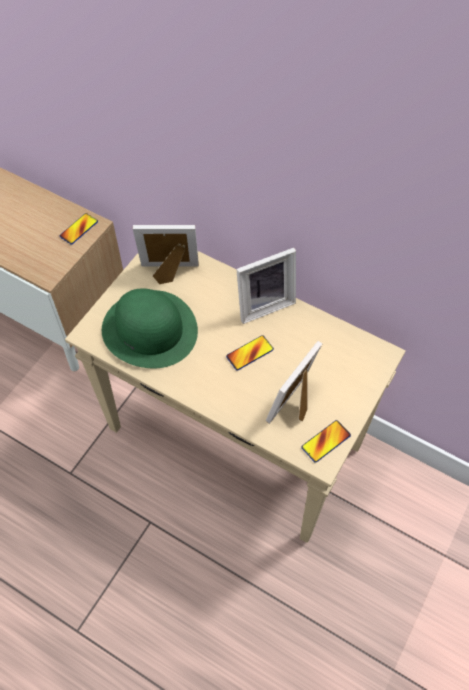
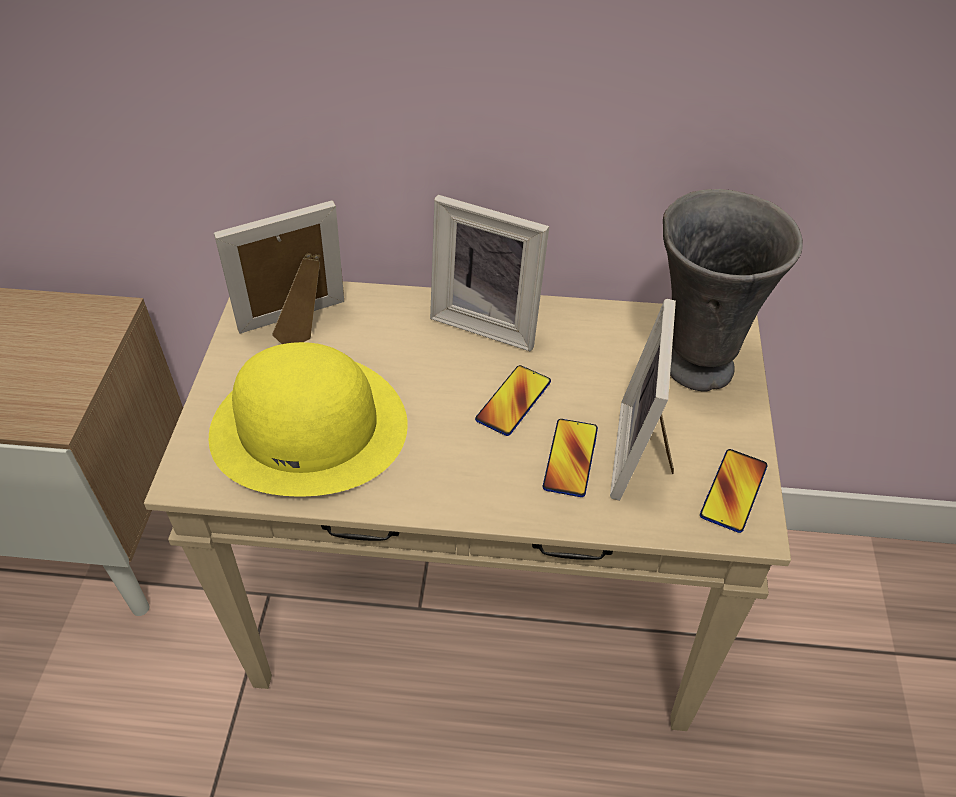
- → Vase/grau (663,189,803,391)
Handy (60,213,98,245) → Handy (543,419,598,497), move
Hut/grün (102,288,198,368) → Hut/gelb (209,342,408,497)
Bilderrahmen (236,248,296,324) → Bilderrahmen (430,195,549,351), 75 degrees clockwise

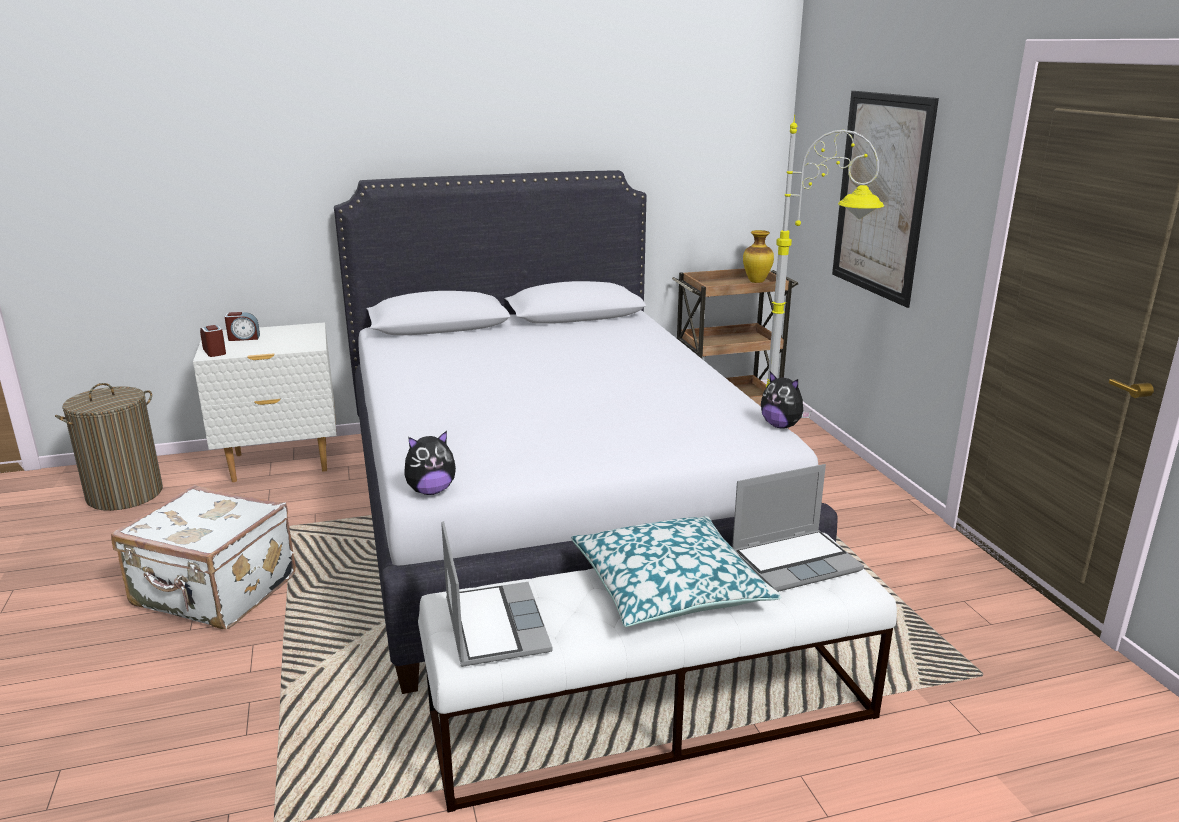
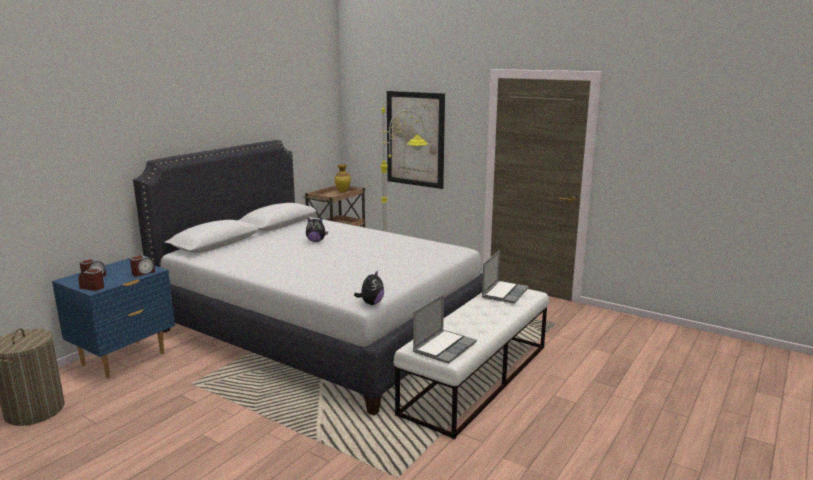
Koffer/weiß (111,485,296,629) → -
Kissen (571,516,781,627) → -
- → Wecker (130,255,155,277)
Plüschtier (761,372,811,429) → Plüschtier (306,217,328,242), move
Nachttisch/weiß (193,322,337,482) → Nachttisch/blau (52,258,175,378)
Laptop (441,521,553,667) → Laptop (413,294,477,364), 90 degrees clockwise

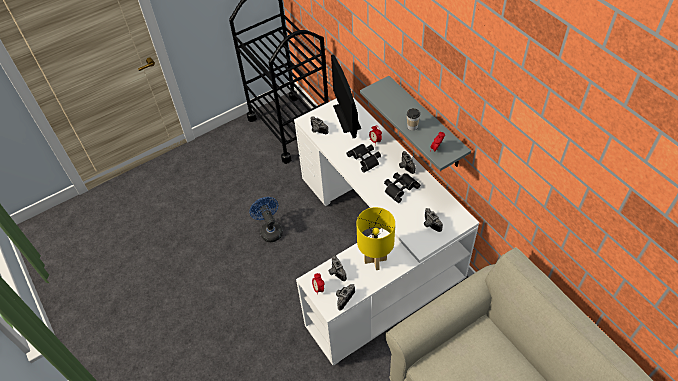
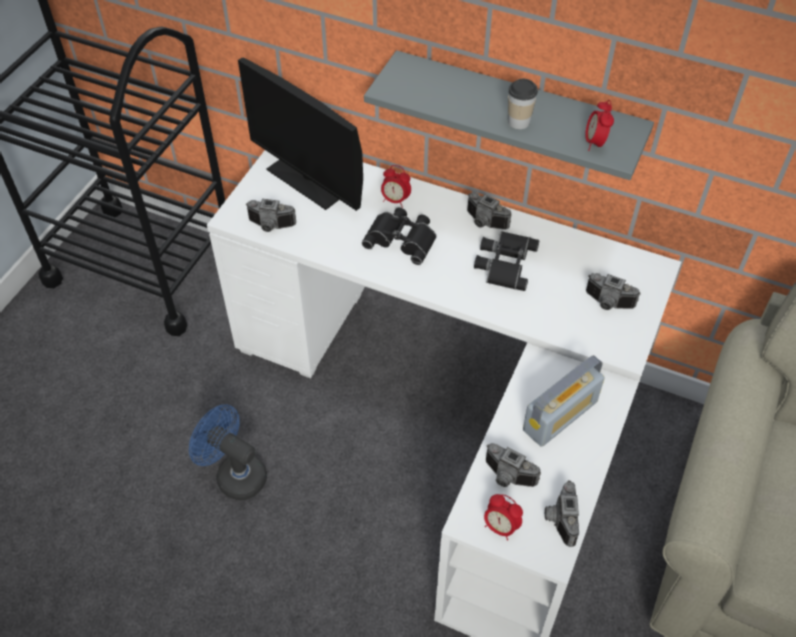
Tischlampe/gelb (356,207,395,270) → Radio (523,355,605,447)

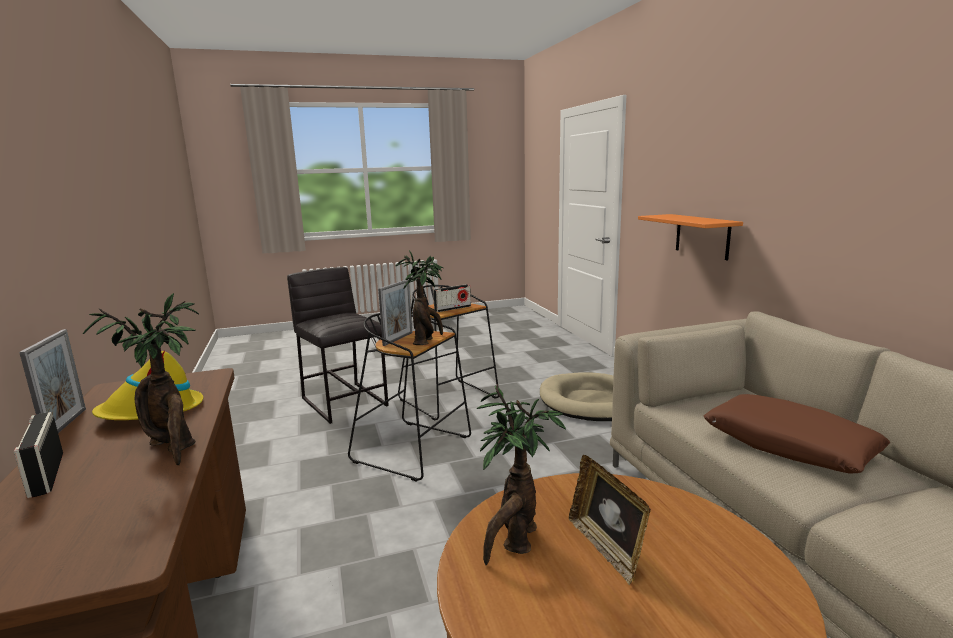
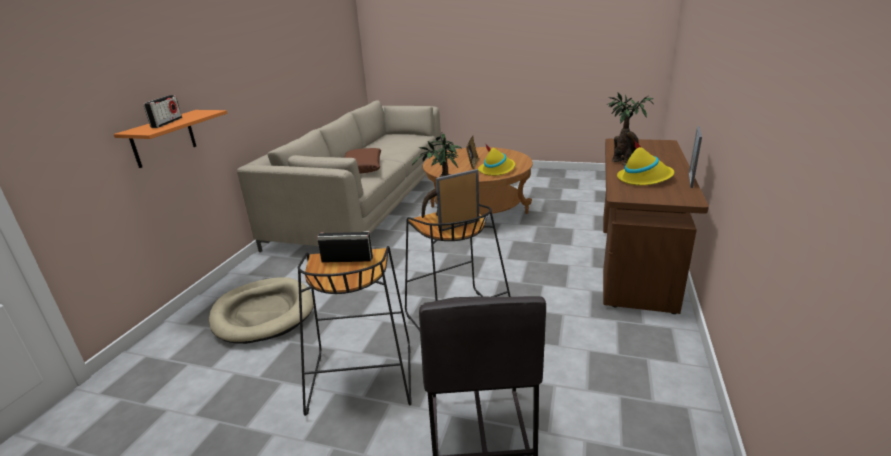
Radio (14,412,63,498) → Radio (143,95,182,128), move
Topfpflanze (477,384,566,565) → Hut/gelb (478,143,515,176)

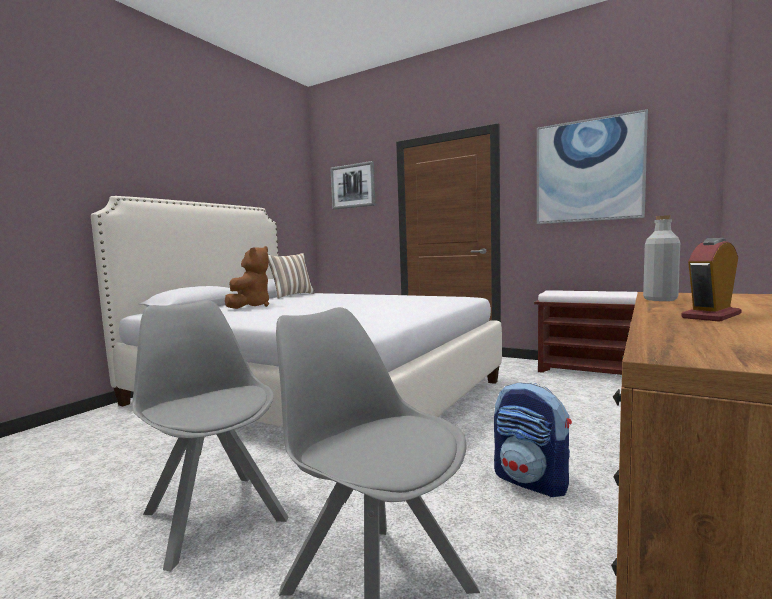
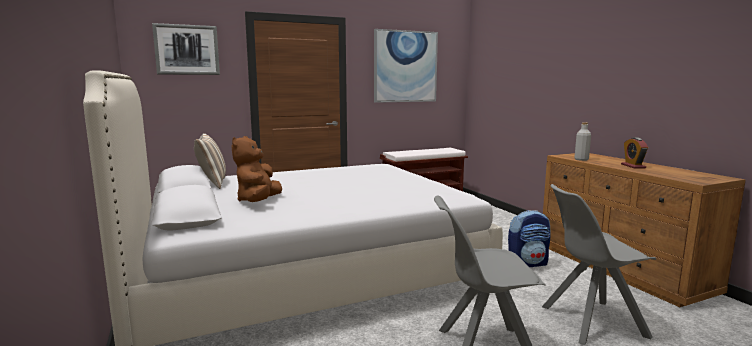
Plüschtier/braun (225,246,269,309) → Plüschtier/braun (232,136,282,202), 135 degrees counterclockwise

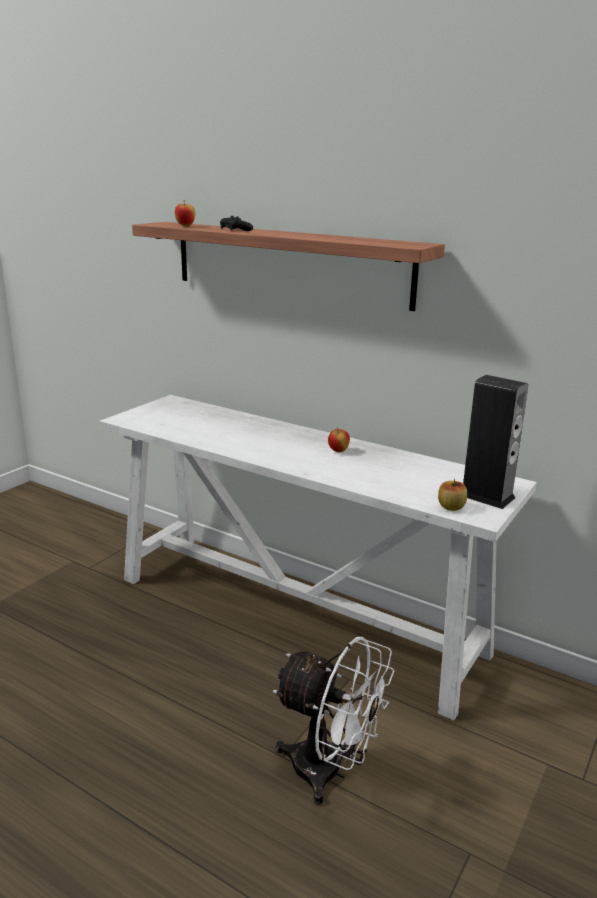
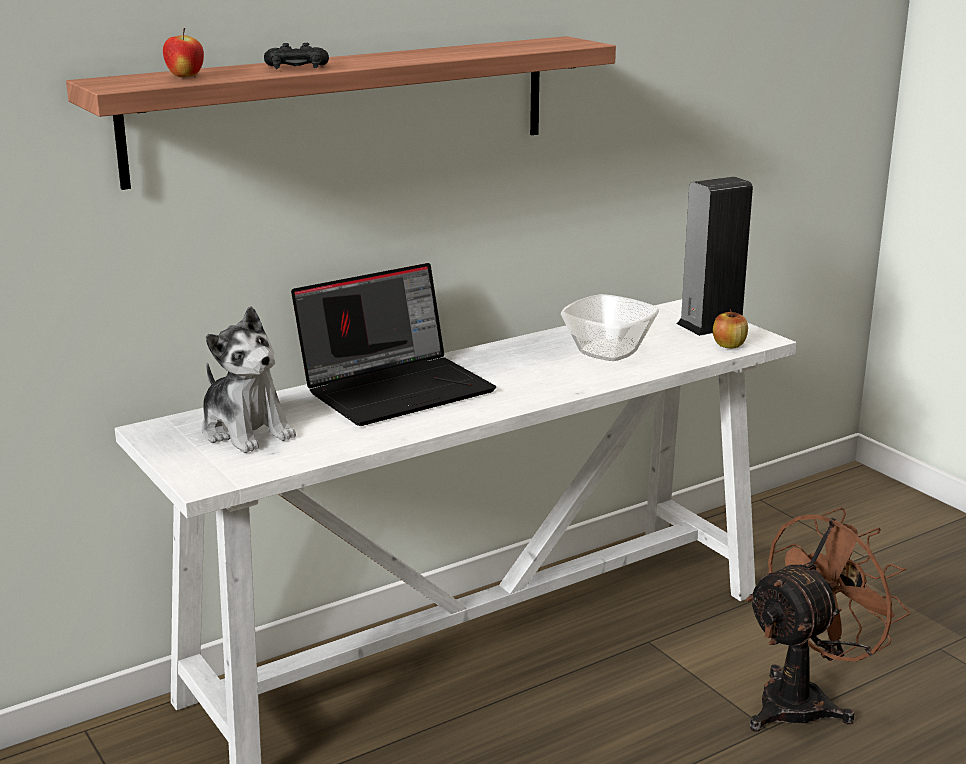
Apfel (328,427,350,452) → -
- → Plüschtier (202,306,296,453)
- → Laptop (291,263,496,426)
- → Schüssel (561,294,659,361)
Ventilator/weiß (273,637,394,805) → Ventilator/braun (746,507,910,732)

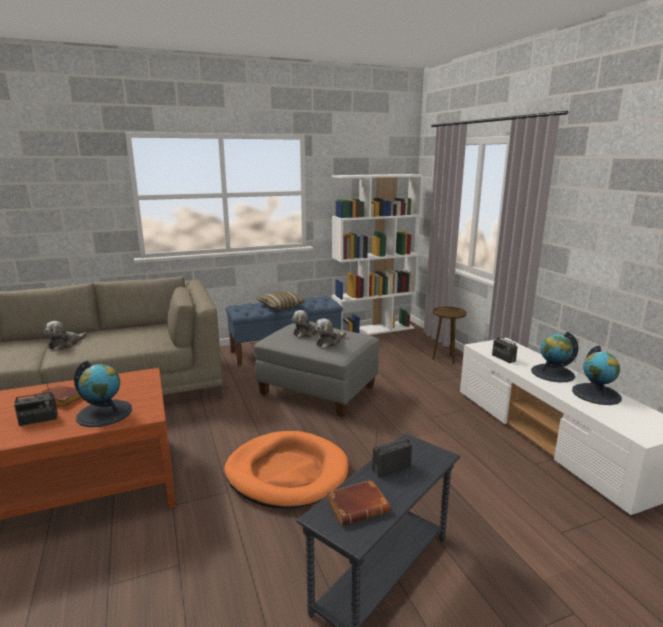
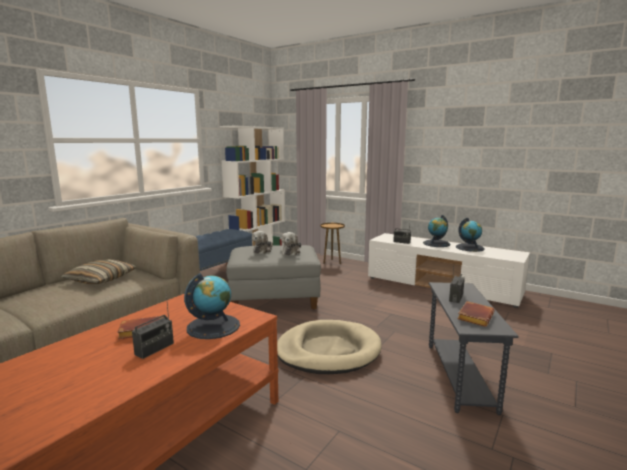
Plüschtier (44,321,87,351) → -
Kissen (257,291,306,309) → Kissen (61,259,137,284), move
Hundebett/orange (224,431,348,509) → Hundebett/beige (277,320,382,374)

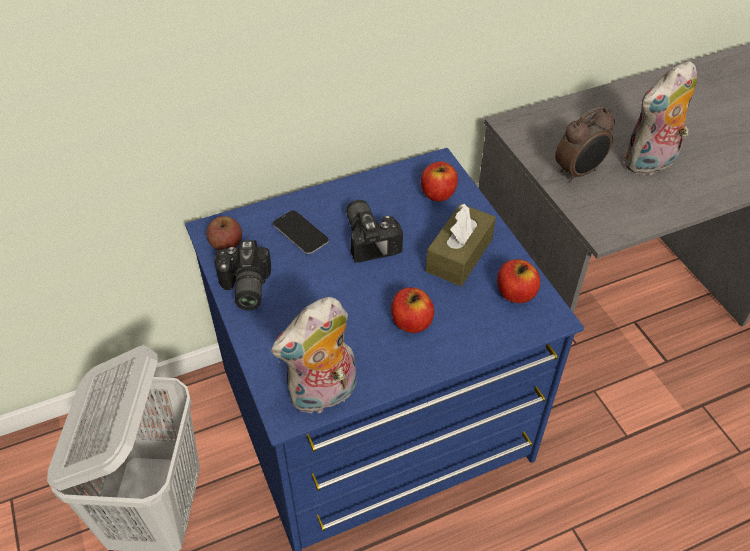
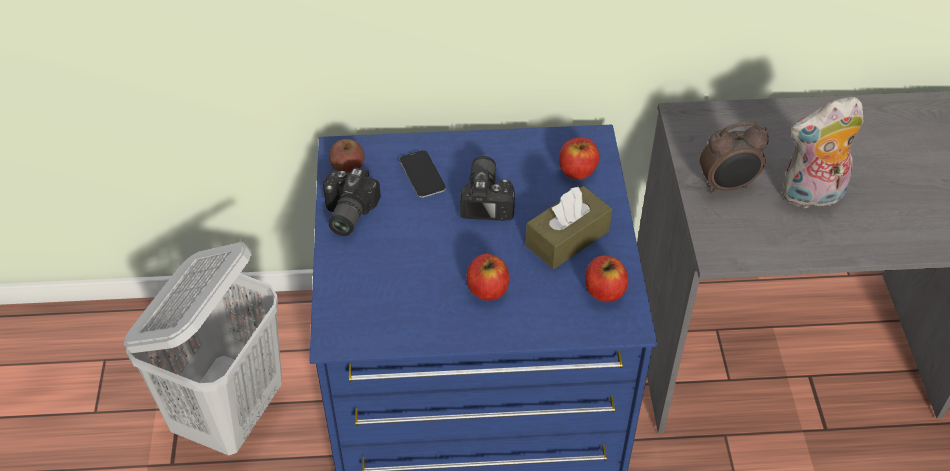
Plüschtier (271,297,356,413) → -

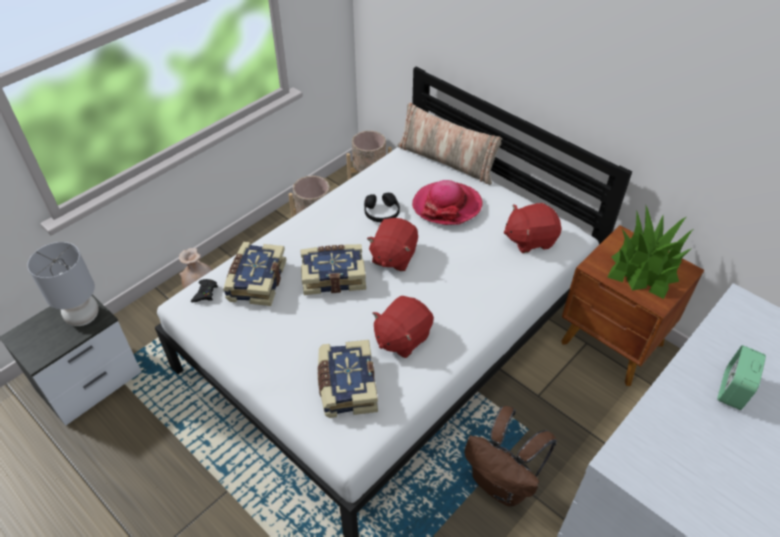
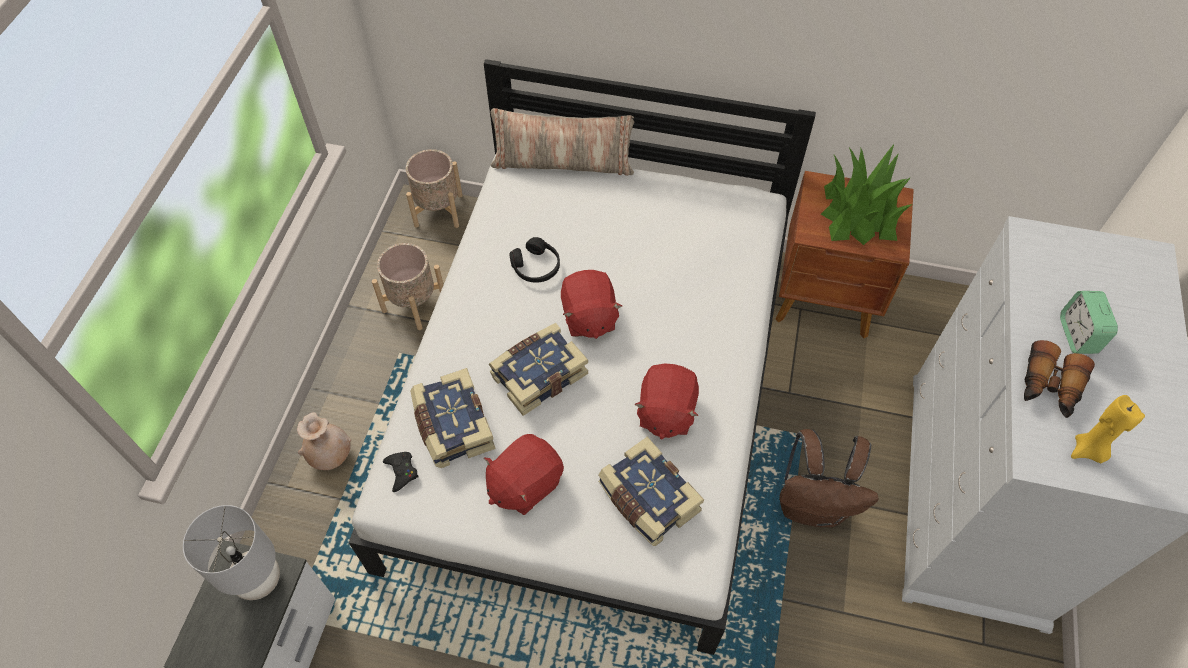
Hut (412,180,483,225) → -
- → Fernglas (1024,340,1095,418)
- → Kerze/gelb (1071,395,1145,463)
Plüschtier/rot (504,203,561,253) → Plüschtier/rot (484,434,564,515), move

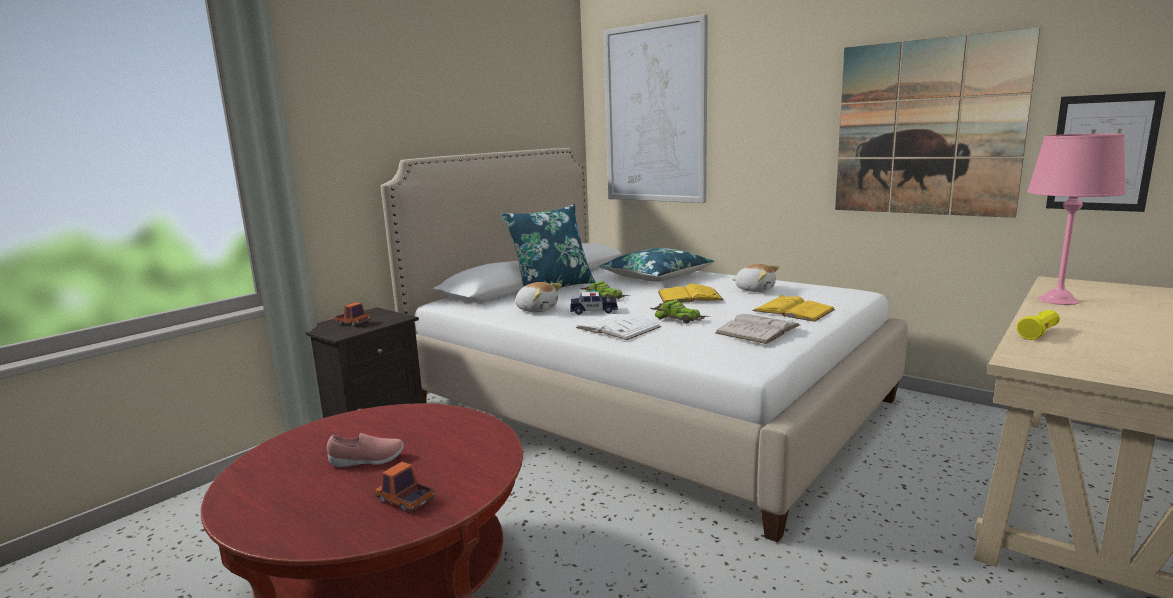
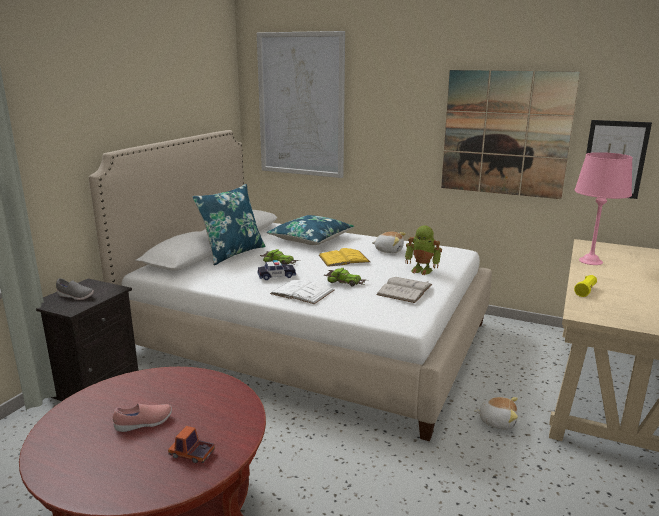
Plüschtier (515,282,562,312) → Plüschtier (474,397,518,430), move
Spielzeuglaster (334,302,370,326) → Schuh/grau (56,278,94,300)
Buch/gelb (752,295,835,322) → Spielzeugroboter (405,225,442,275)

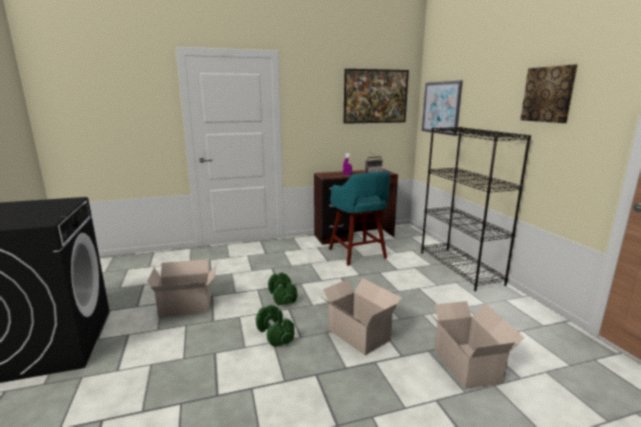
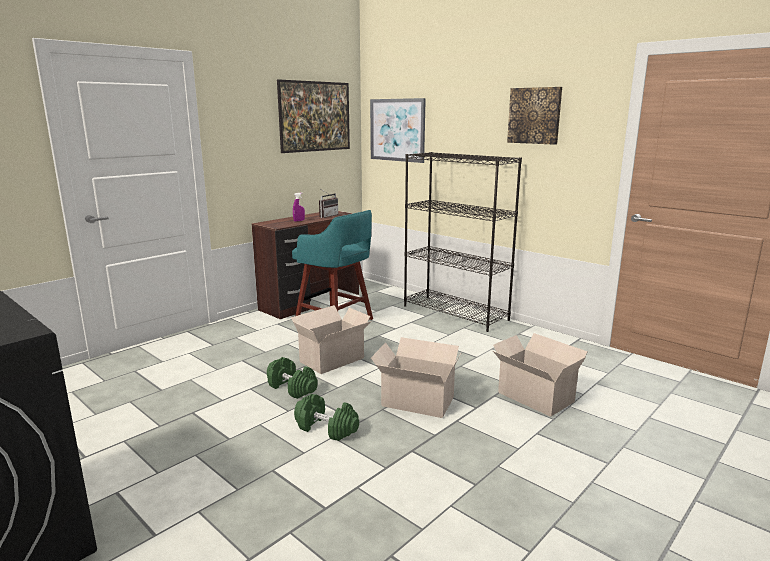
Karton (147,259,216,318) → Karton (291,305,371,374), move

